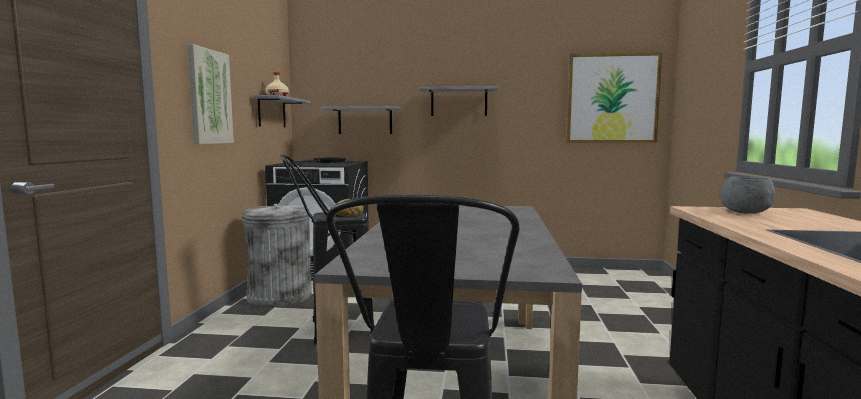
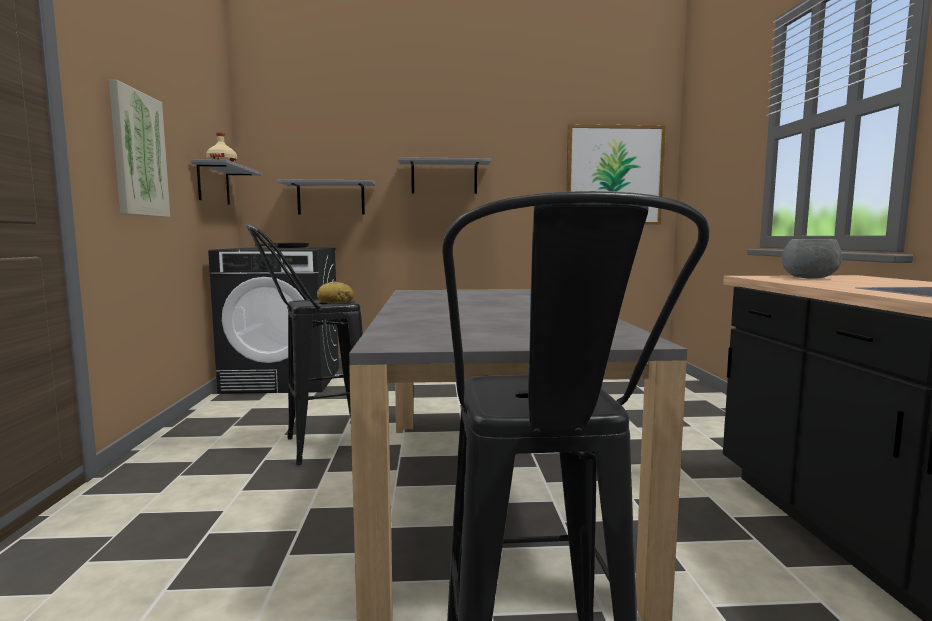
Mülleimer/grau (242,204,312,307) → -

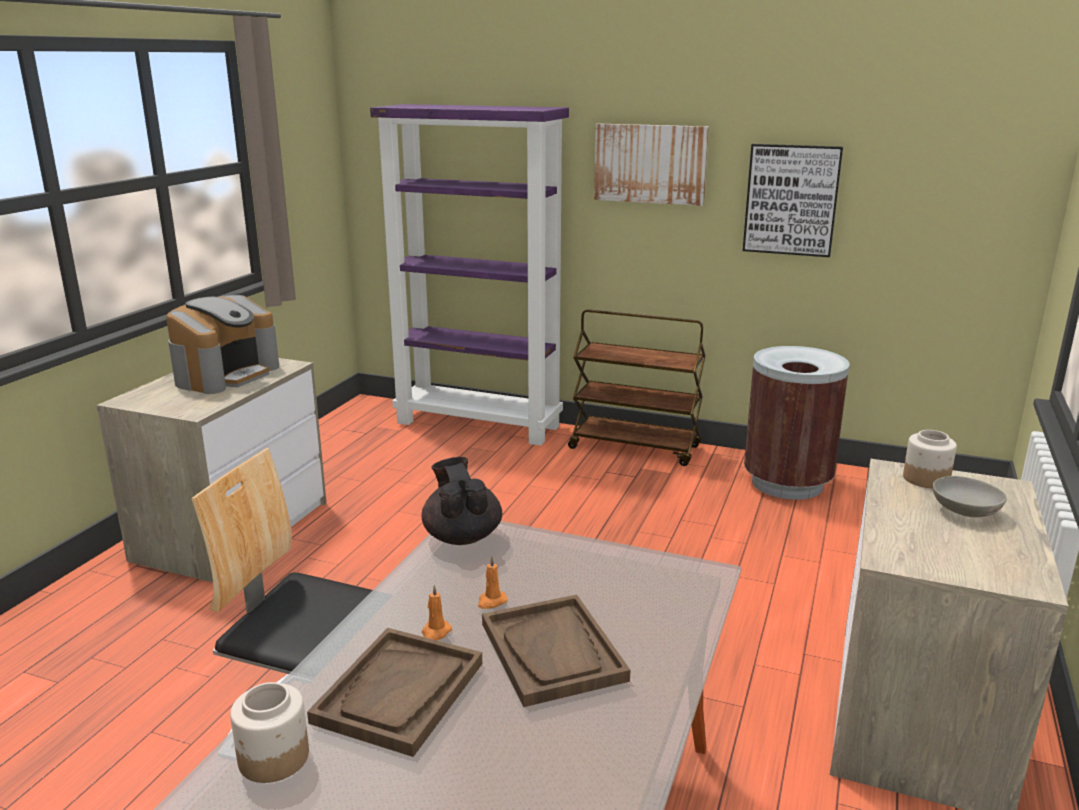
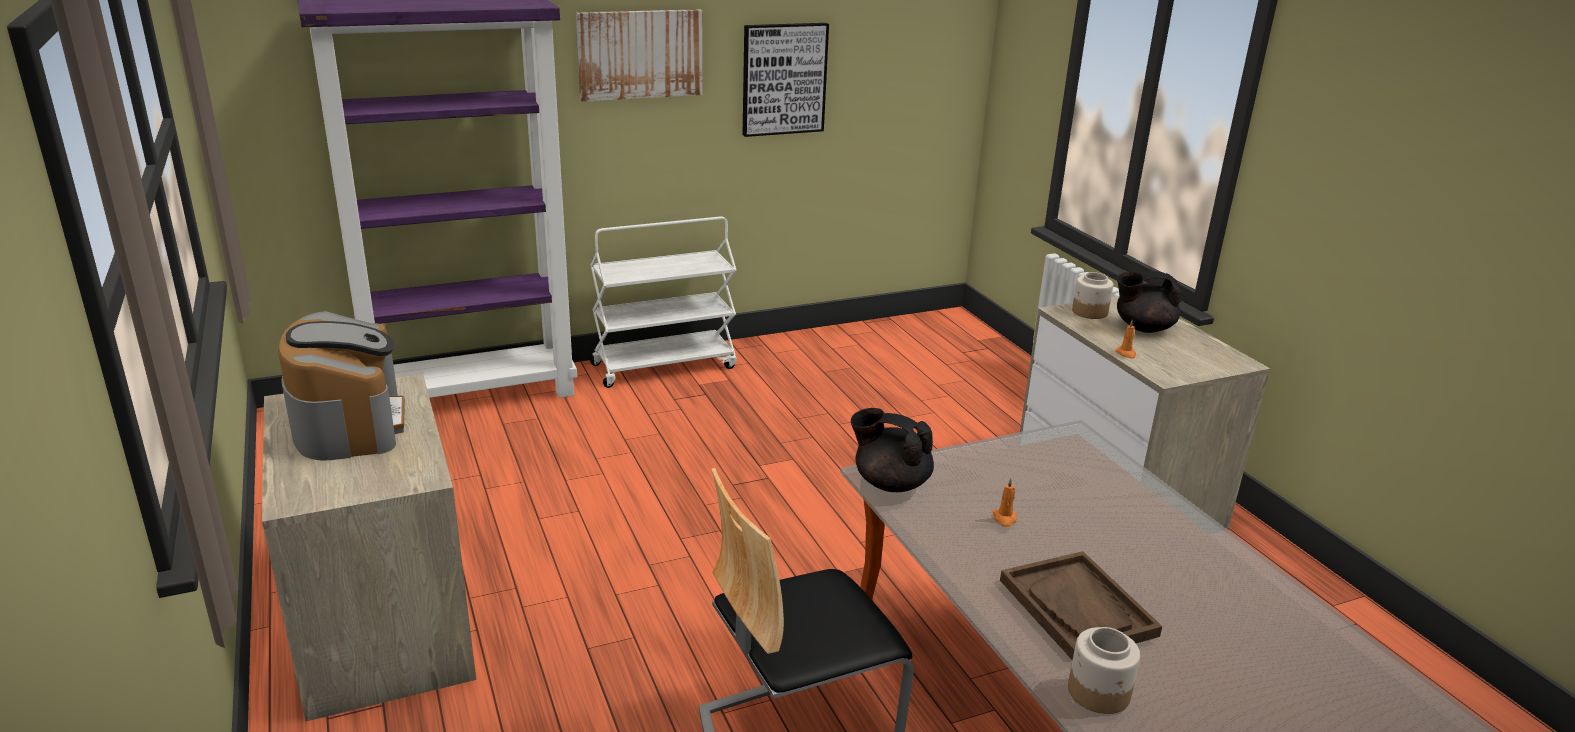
Tablett/braun (482,595,630,707) → -
Mülleimer/braun (744,346,850,500) → -
Kerze/orange (422,585,452,640) → Kerze/orange (1115,320,1136,359), move
Schüssel/grau (933,476,1007,517) → Teekanne/schwarz (1117,271,1182,333)
Rollwagen/braun (568,309,705,466) → Rollwagen/weiß (590,216,737,388)

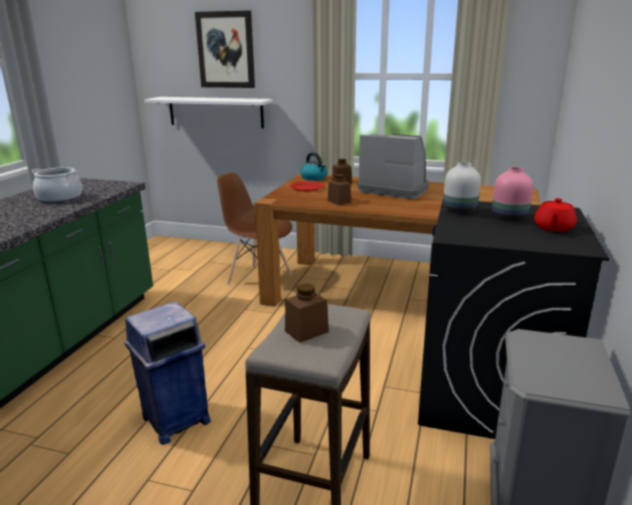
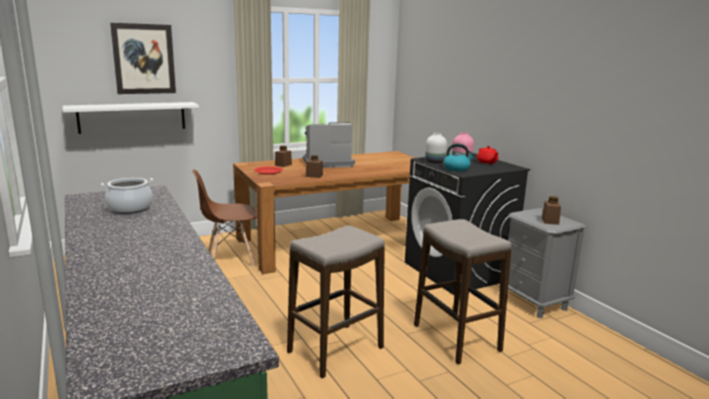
Vorratsglas/braun (285,283,329,343) → Vorratsglas/braun (542,196,561,225), move
Wasserkessel (301,152,327,181) → Wasserkessel (443,143,475,171), move
Mülleimer/blau (124,301,211,445) → Hocker (287,225,385,378)

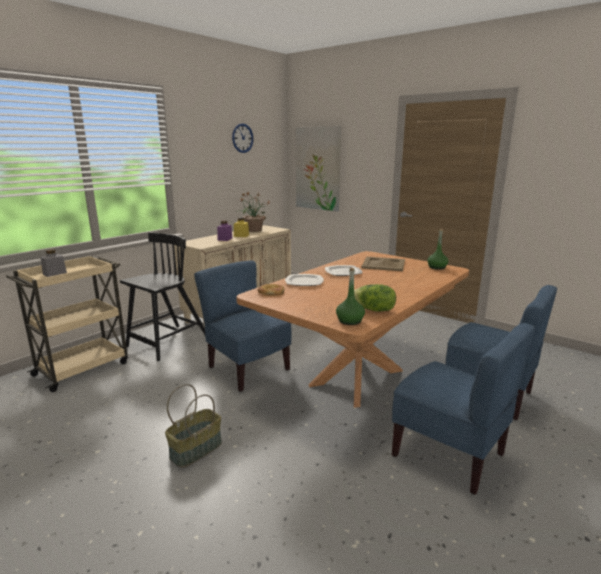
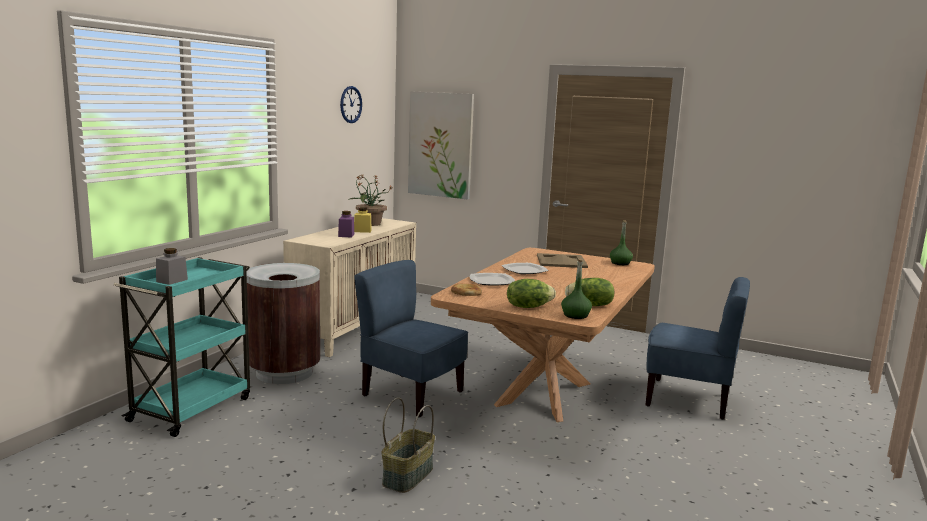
Stuhl/blau (392,323,536,495) → -
- → Salatkopf (507,279,556,308)
Stuhl/schwarz (120,233,205,361) → Mülleimer/braun (246,263,320,384)
Rollwagen/beige (6,256,128,392) → Rollwagen/türkis (114,257,250,437)

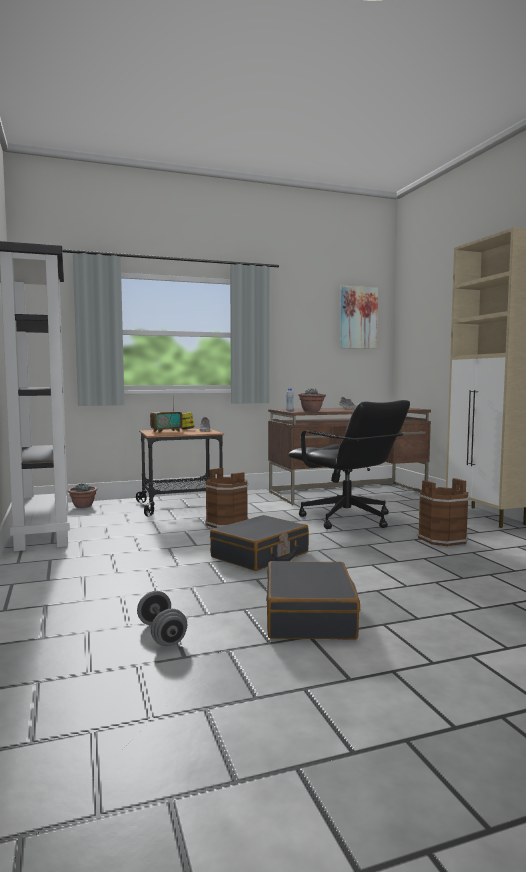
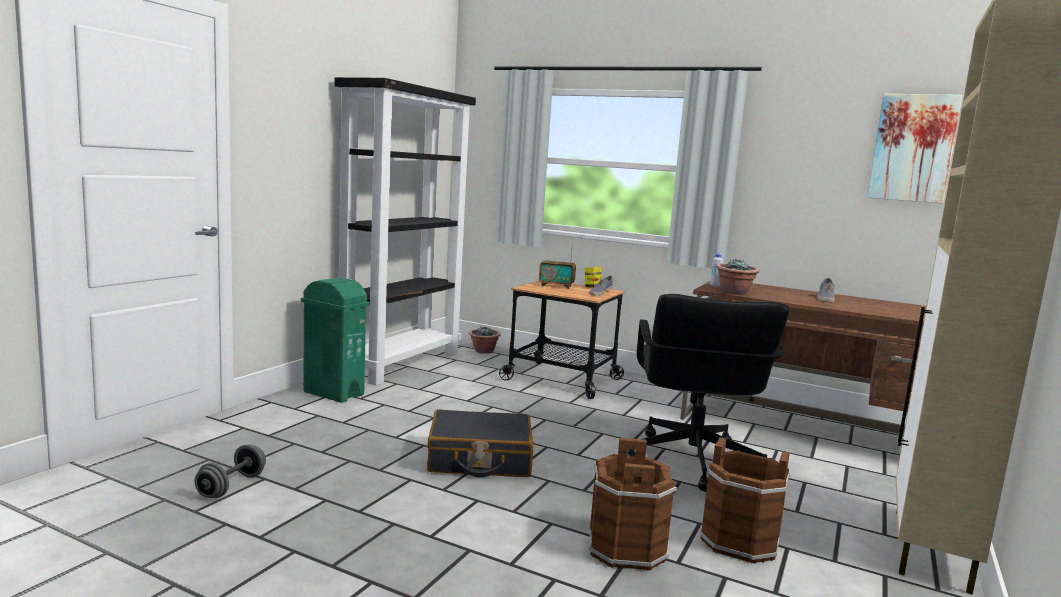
Koffer/schwarz (266,561,360,640) → -
- → Mülleimer/grün (301,277,369,403)
Eimer/braun (205,468,249,528) → Eimer/braun (589,438,677,570), move

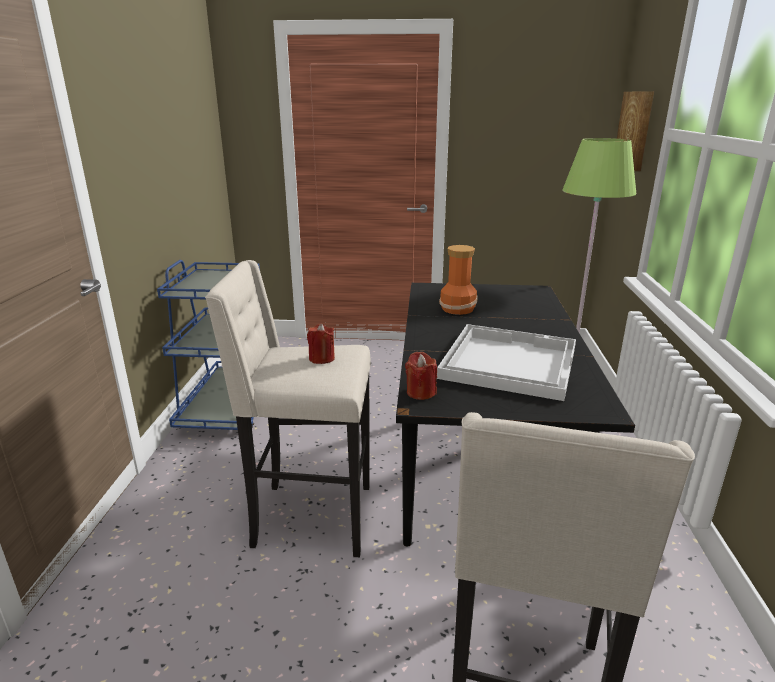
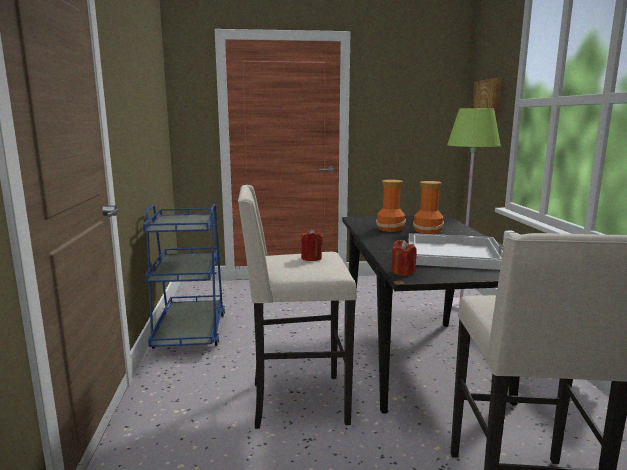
- → Vase (413,181,444,234)

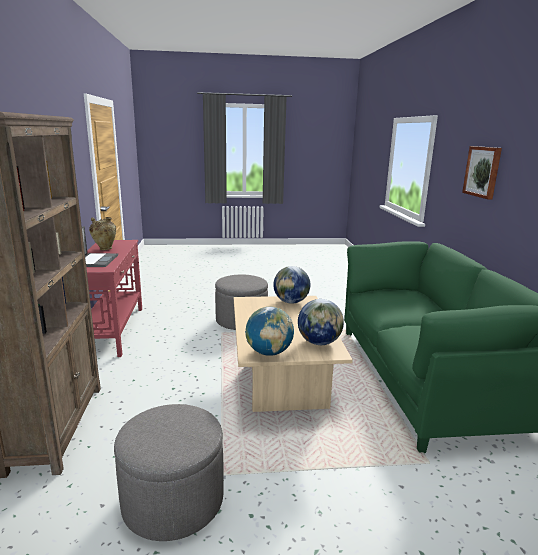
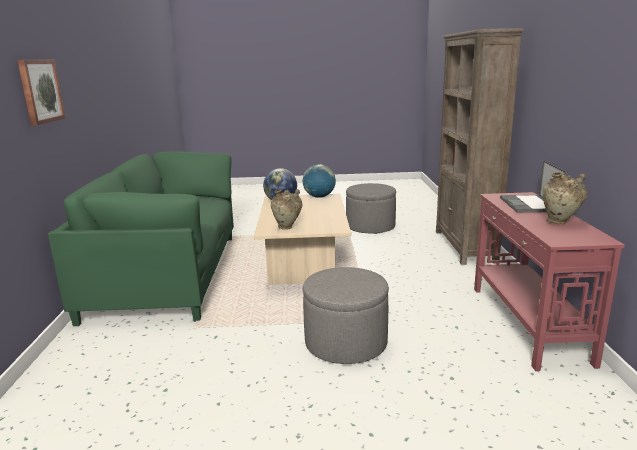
Globus (273,266,310,304) → Vase/beige (271,189,302,230)

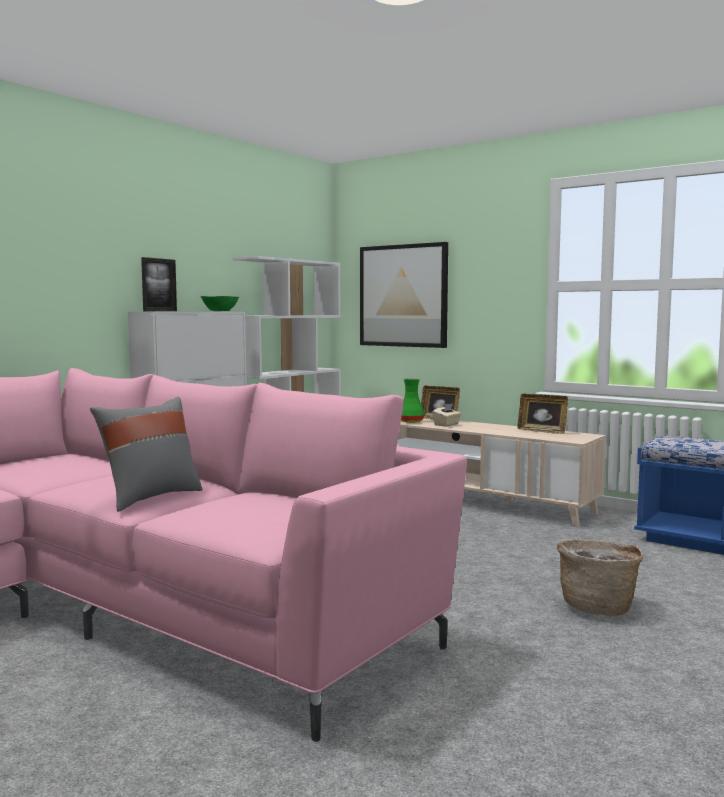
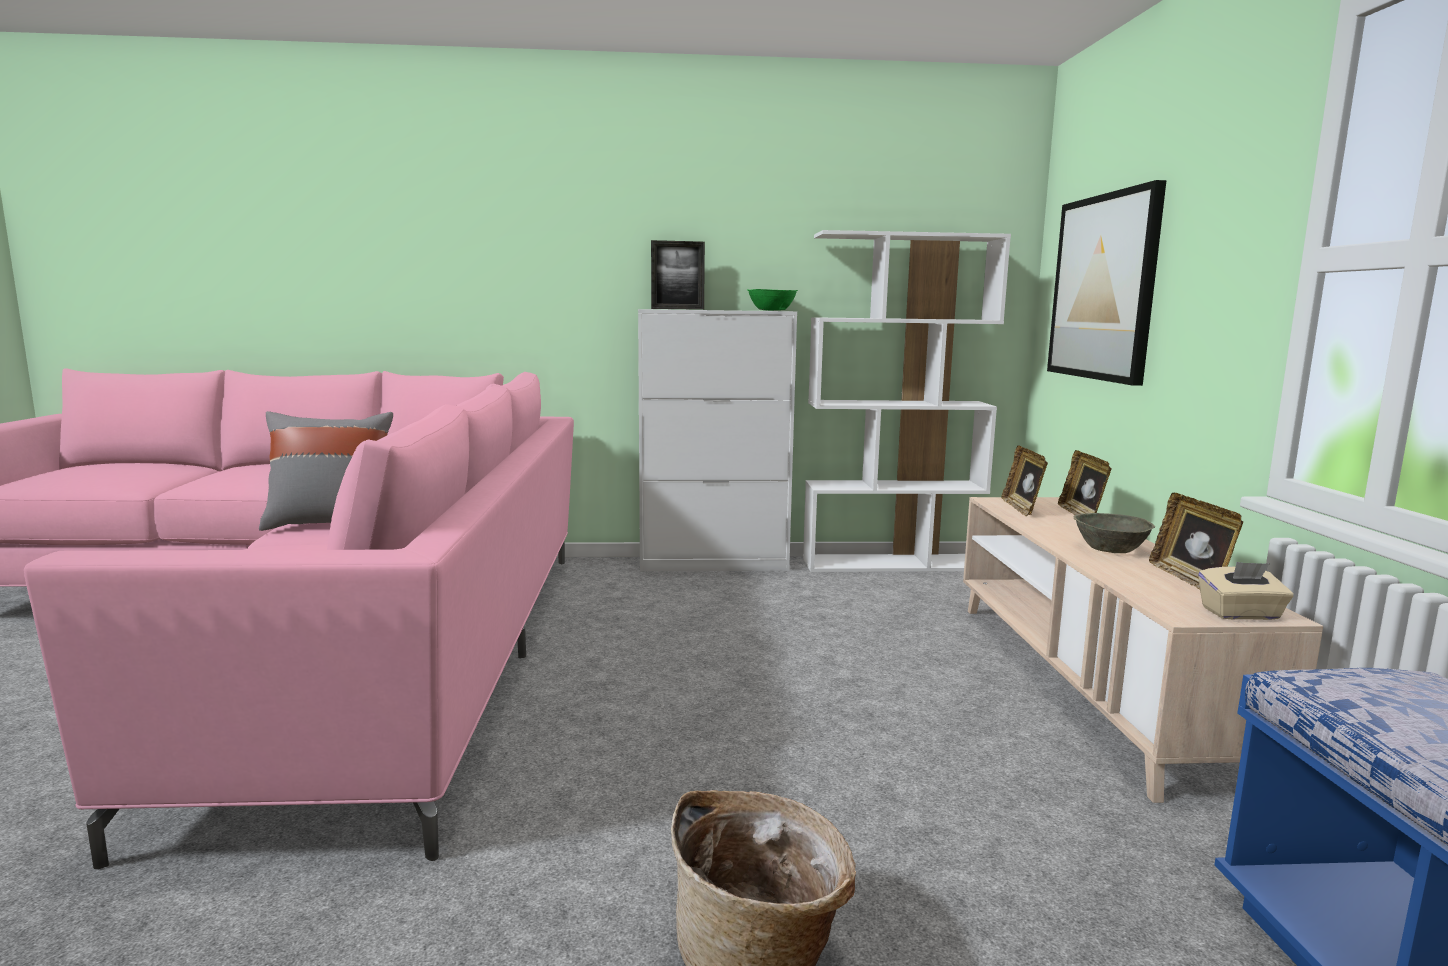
- → Schüssel/grau (1074,513,1155,553)
Taschentuchbox/beige (432,403,461,427) → Taschentuchbox/beige (1198,562,1294,620), move
Vase/grün (401,378,424,423) → Bilderrahmen (1001,446,1048,517)

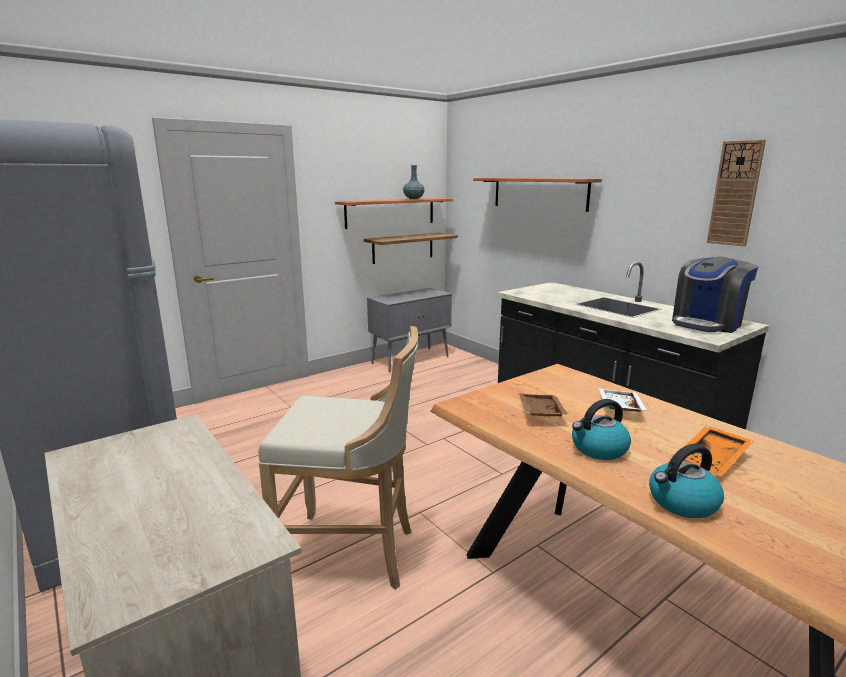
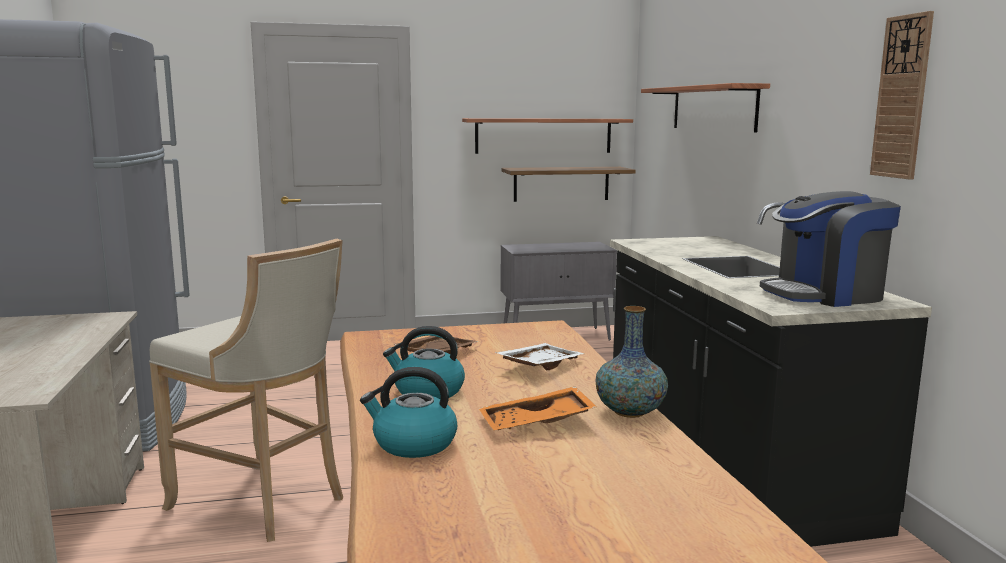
Vase (403,165,425,199) → Vase (595,306,668,418), move

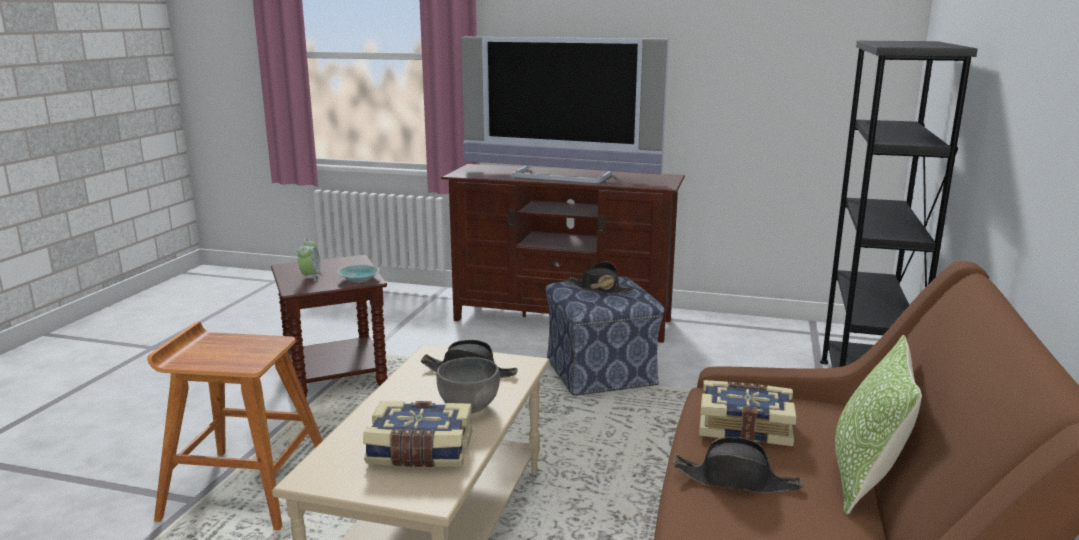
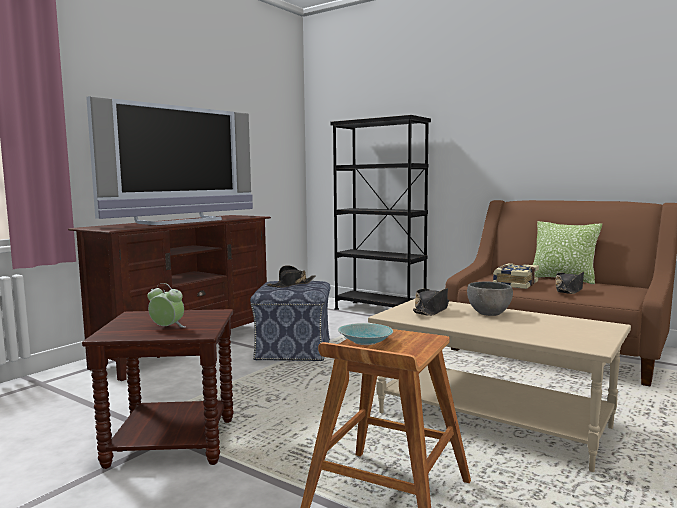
Buch (363,401,472,467) → -
Schüssel/türkis (338,264,380,282) → Schüssel/türkis (338,323,393,345), move

